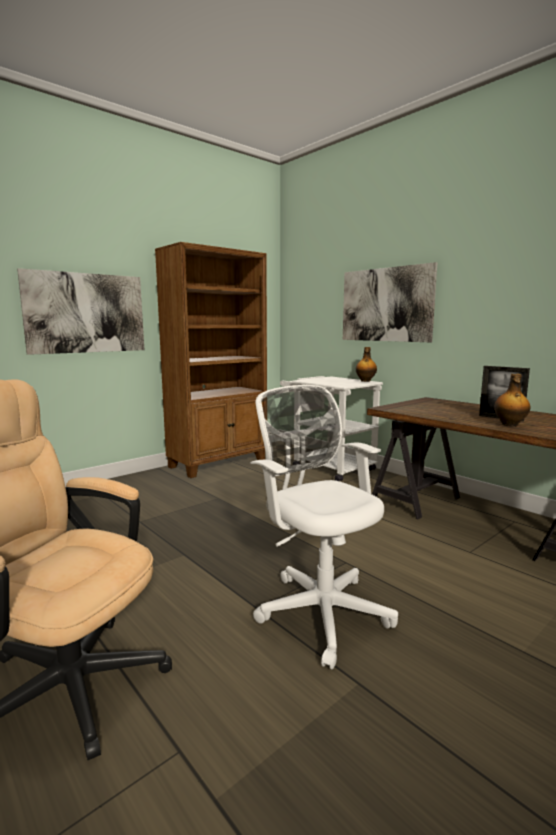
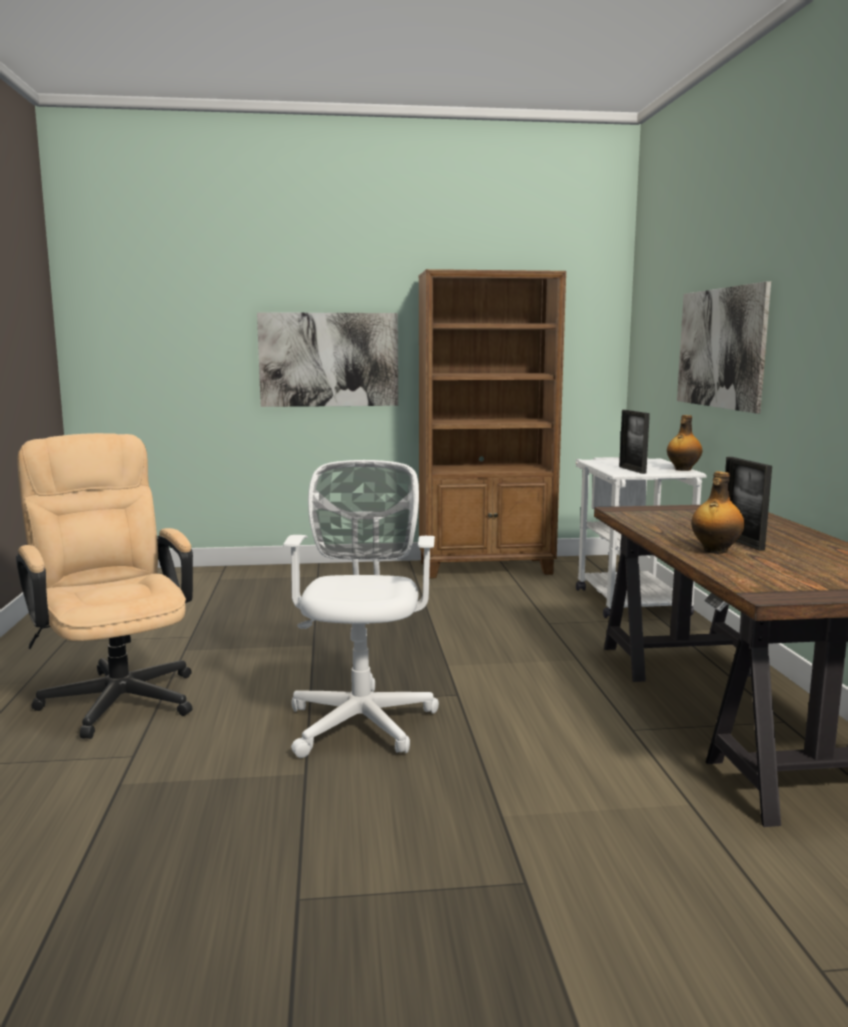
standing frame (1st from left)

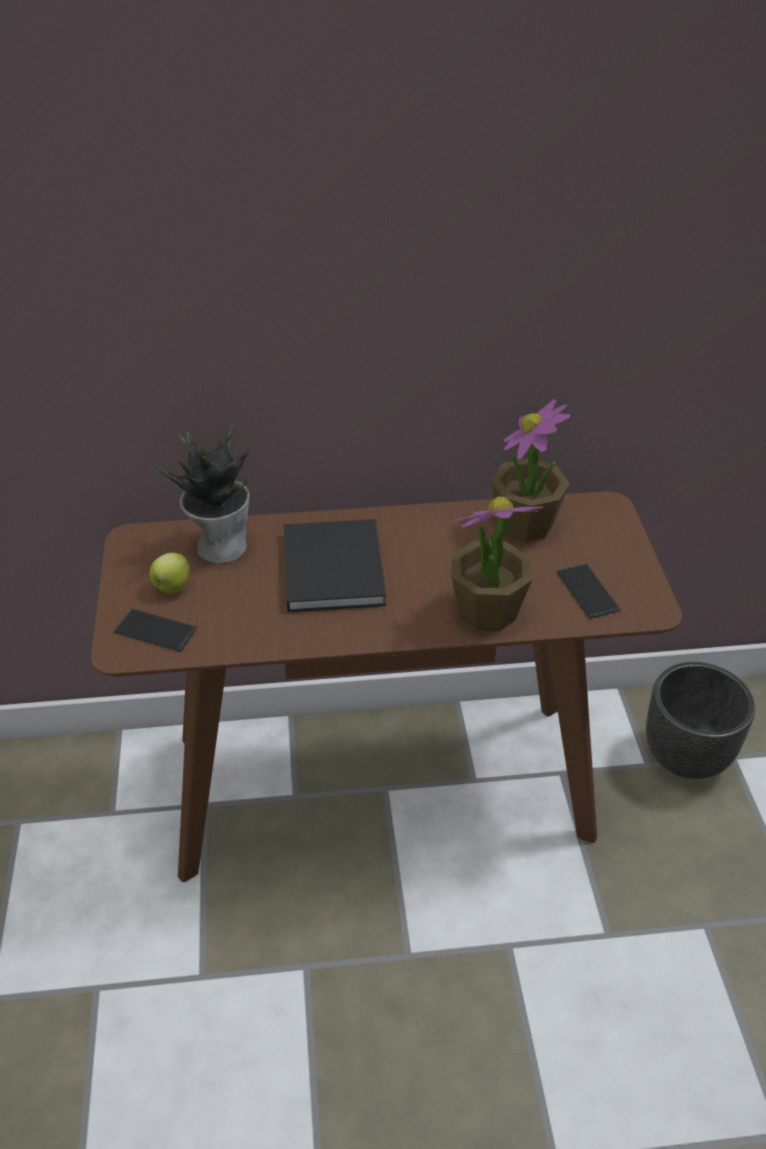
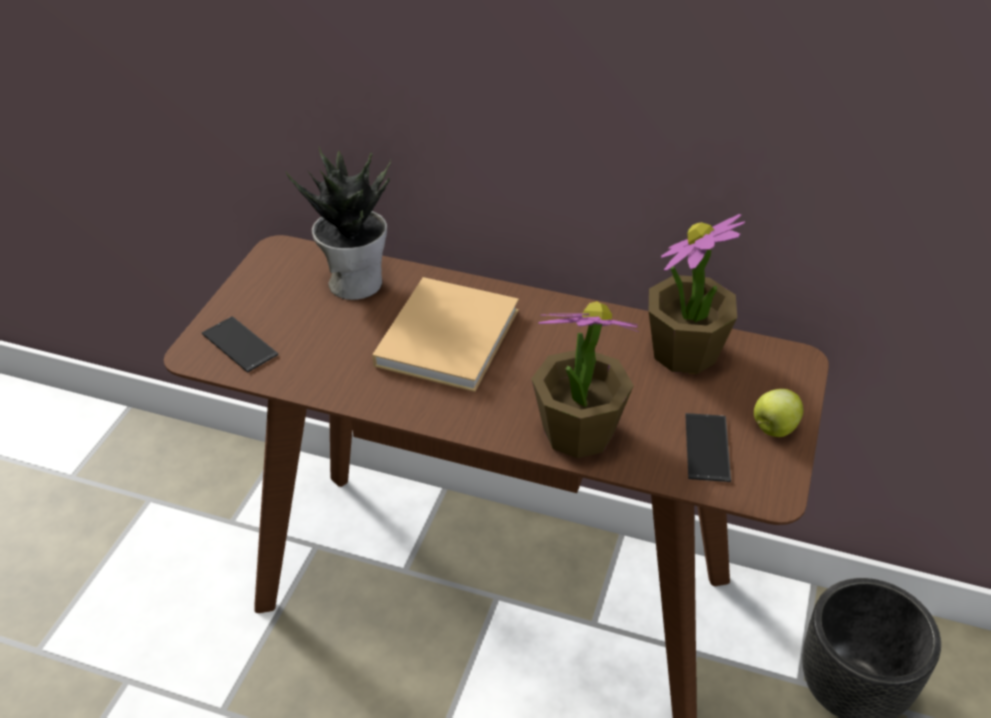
sand-coloured book
apple

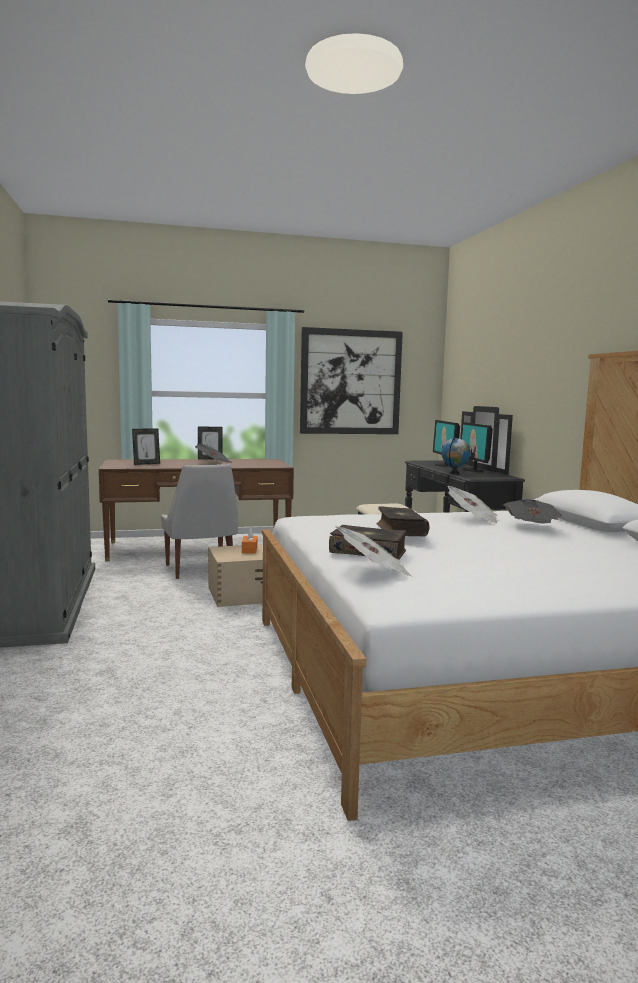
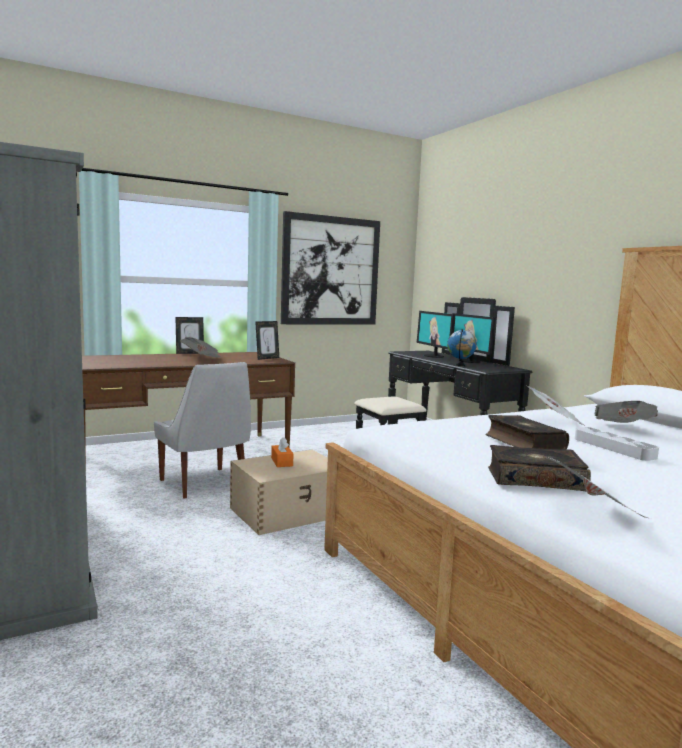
standing frame (2nd from left)
greyish tray

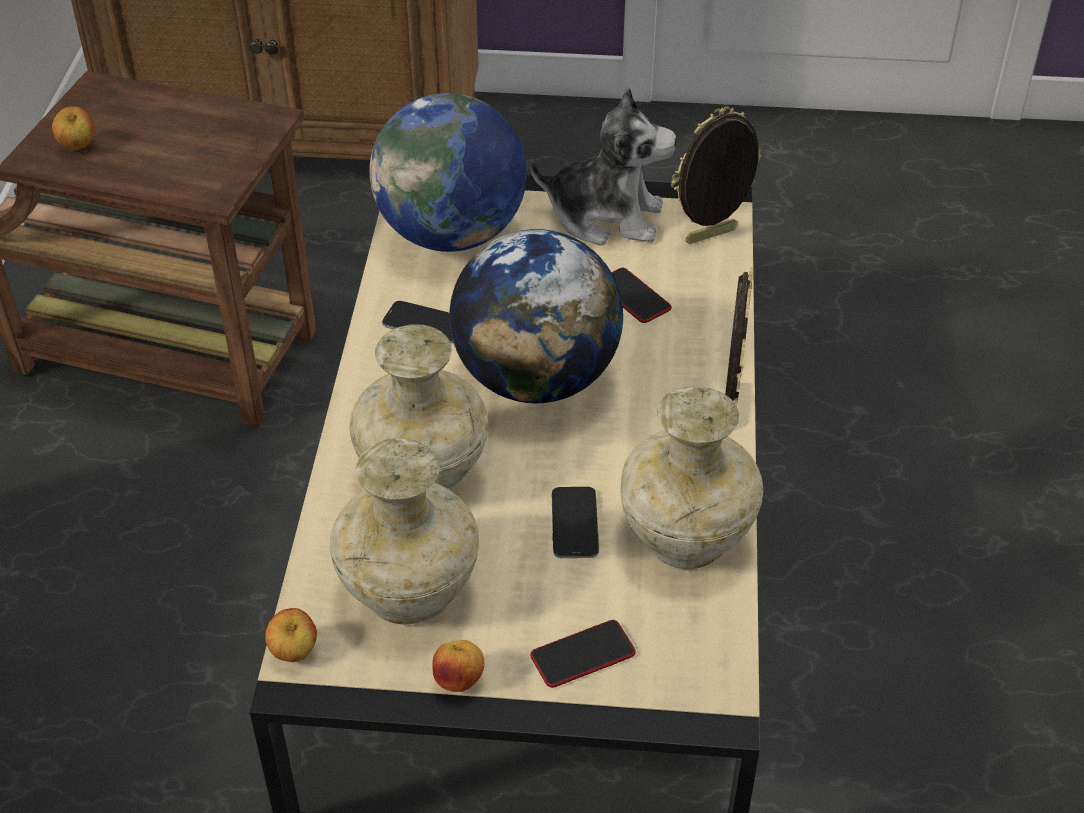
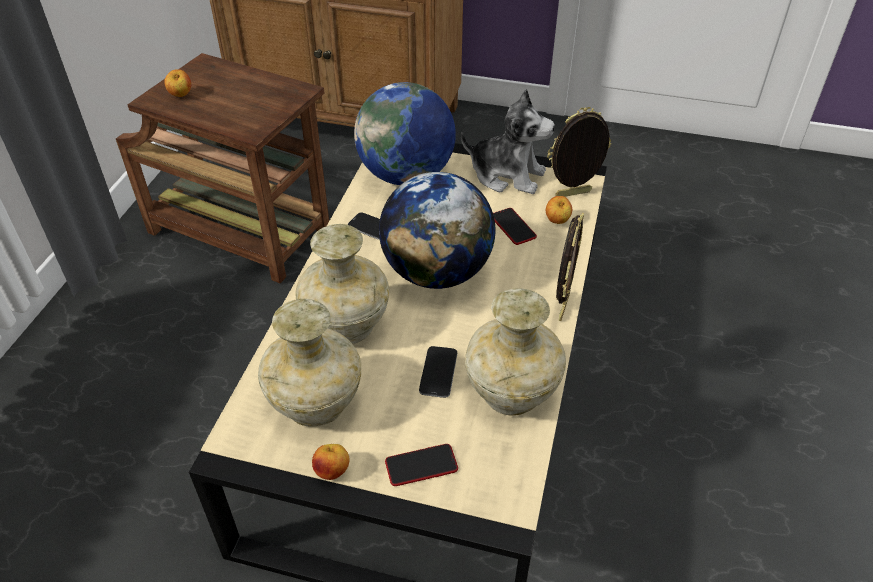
apple (3rd from left)

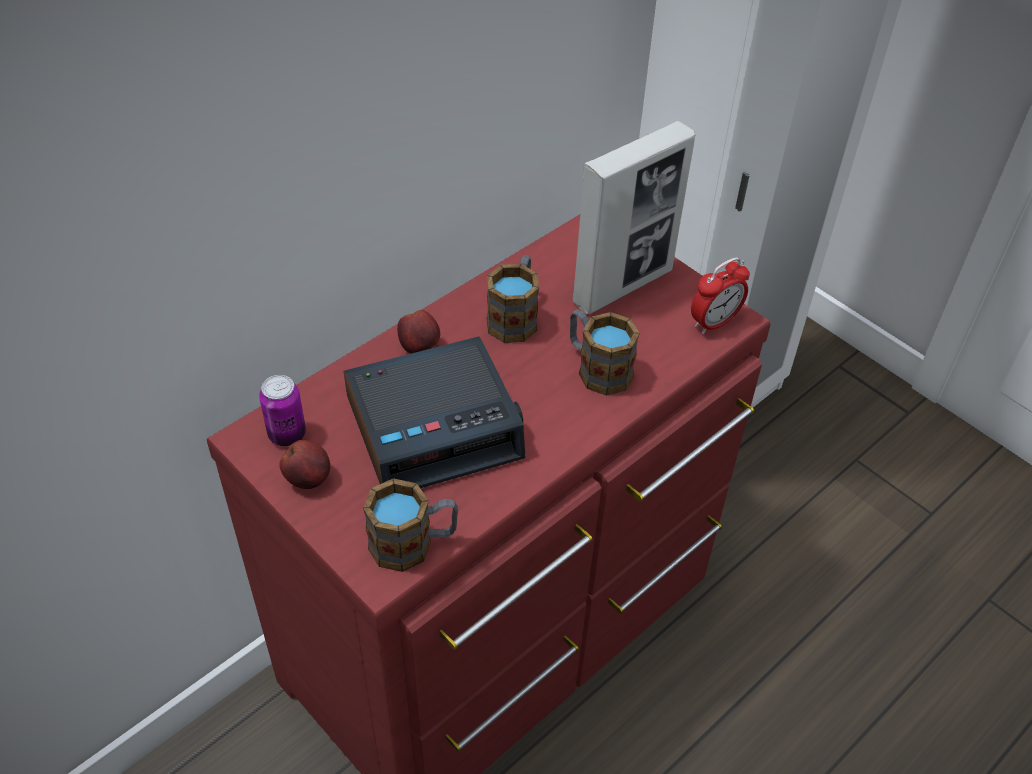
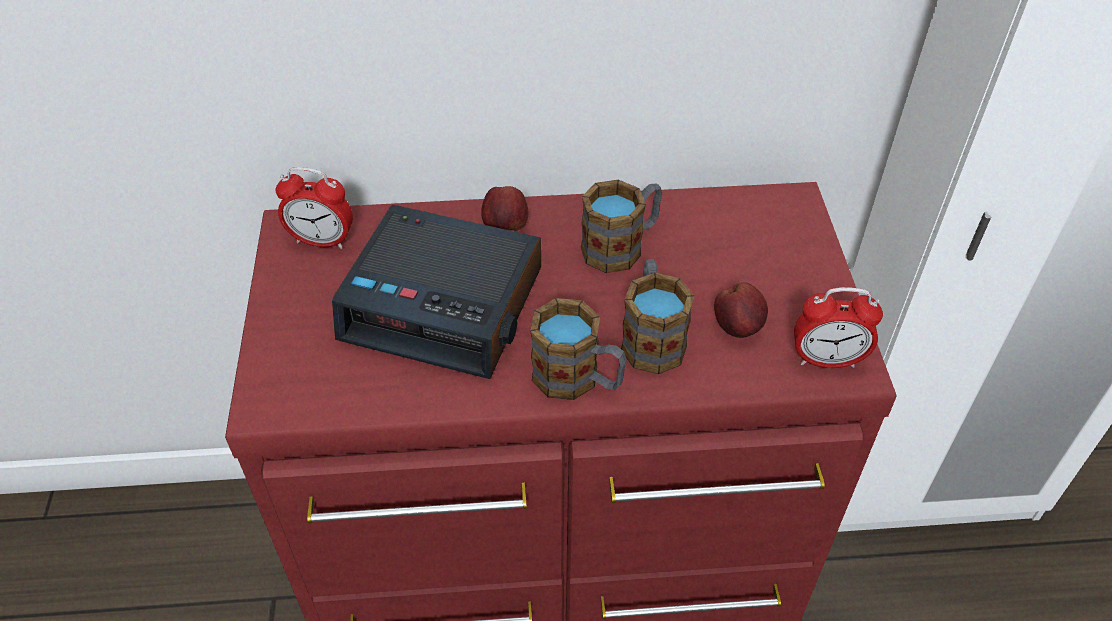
table clock (1st from left)
mug (1st from left)
apple (2nd from left)
standing frame

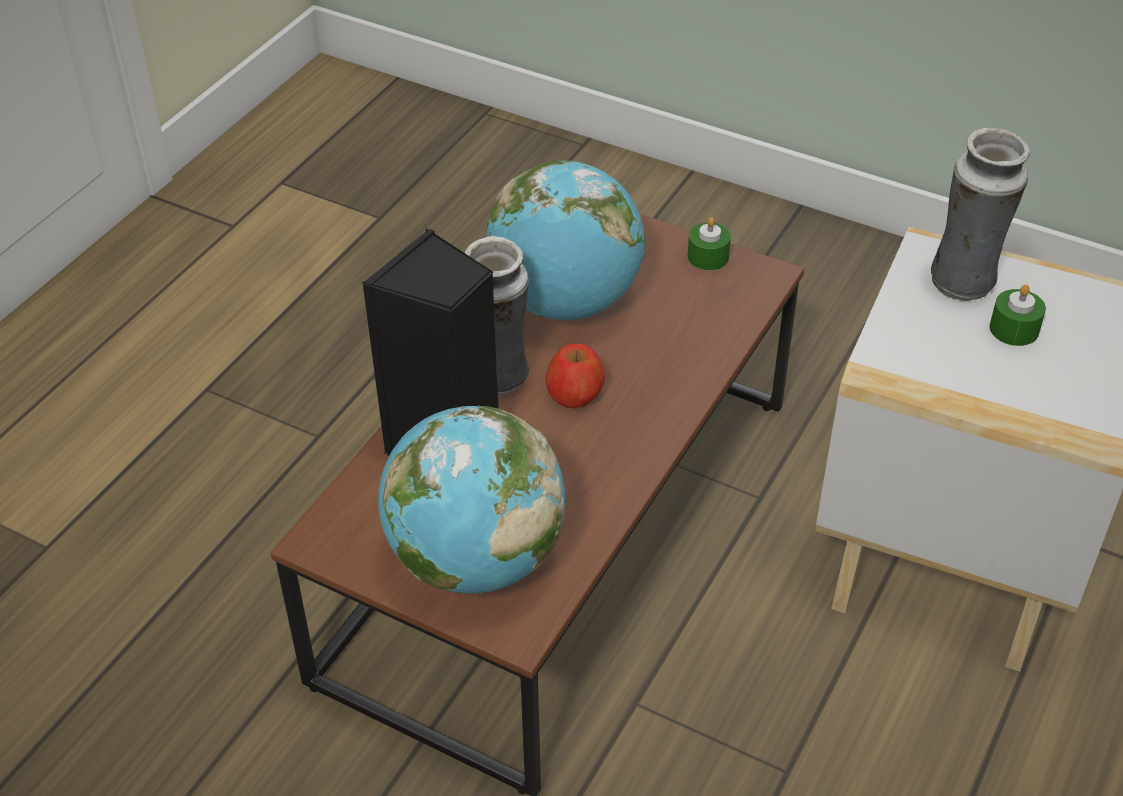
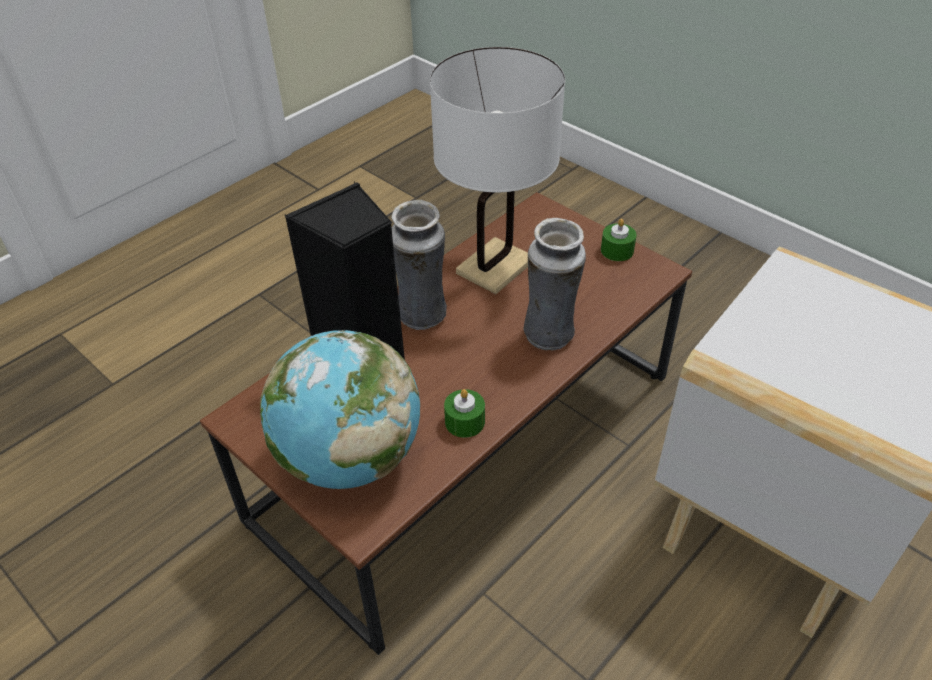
whitish table lamp
green wax candle (1st from left)
vase (2nd from left)
apple

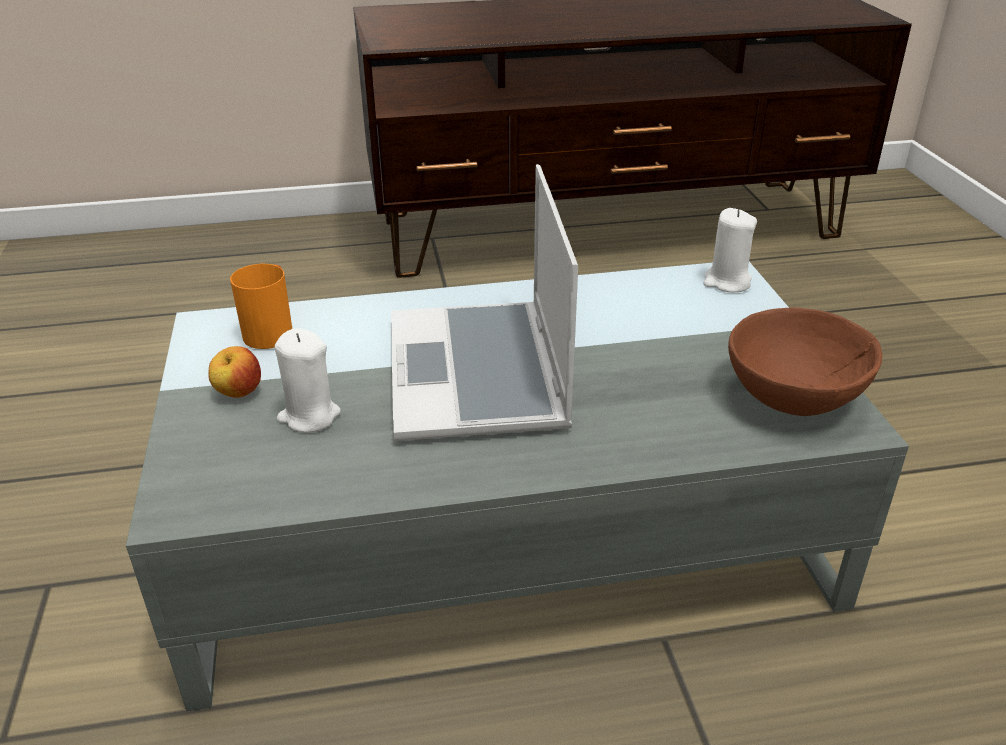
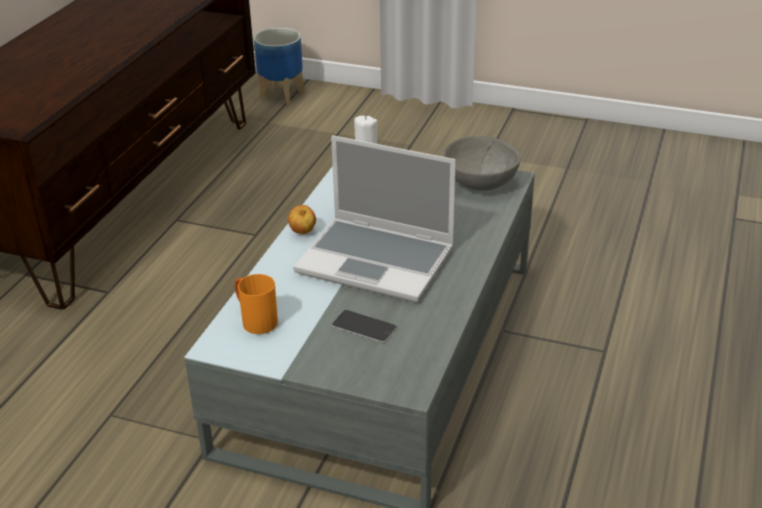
planter
apple
telephone
greyish deep dish

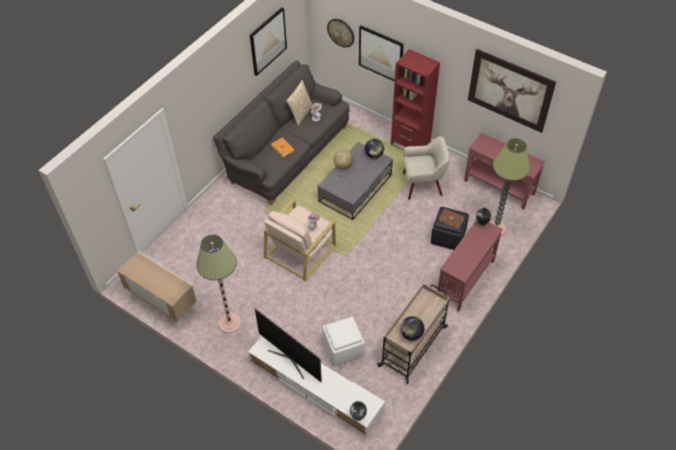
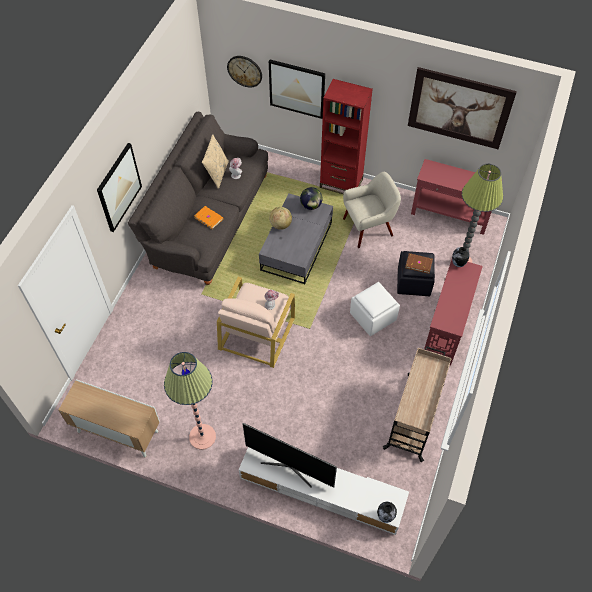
wall art (1st from left)
whitish footrest
globe (3rd from left in the first image)

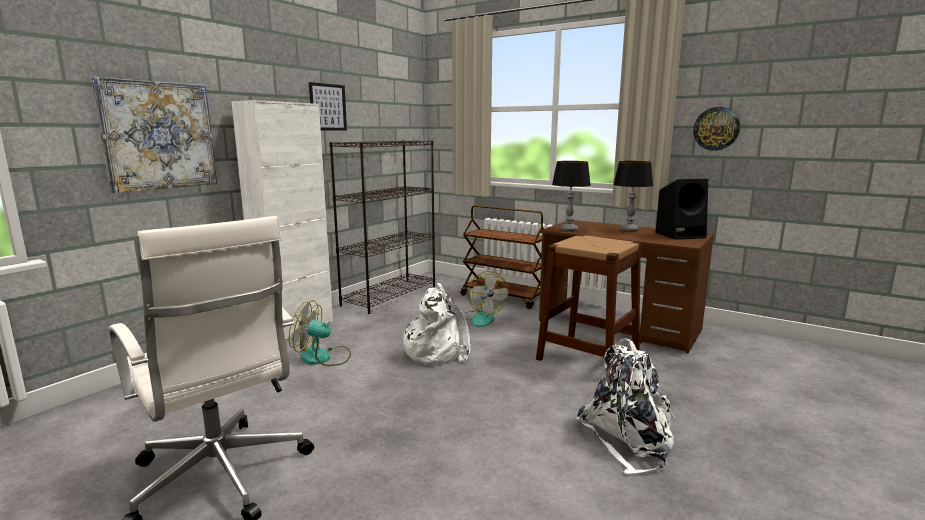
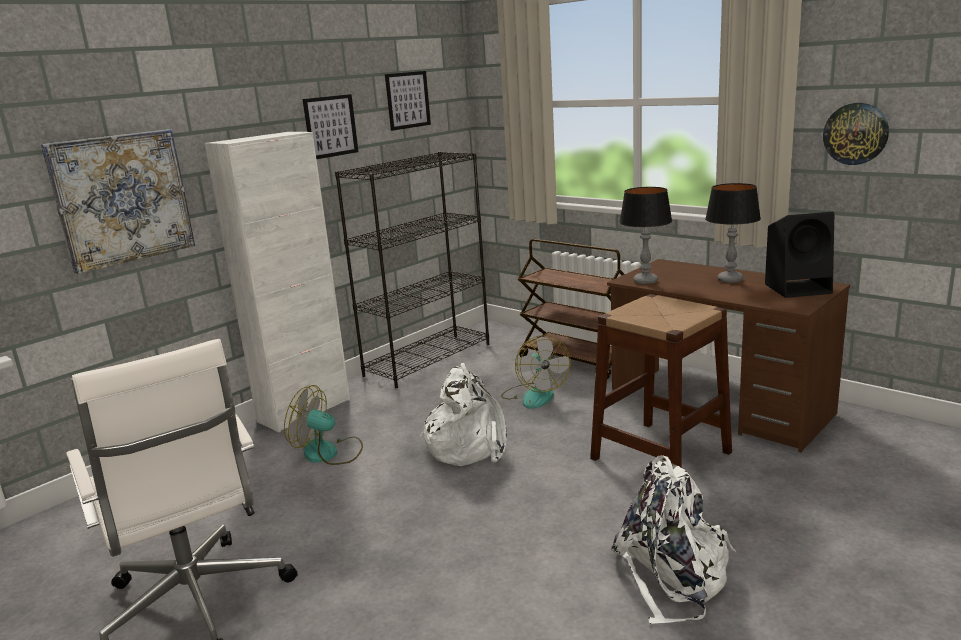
wall art (3rd from left)

